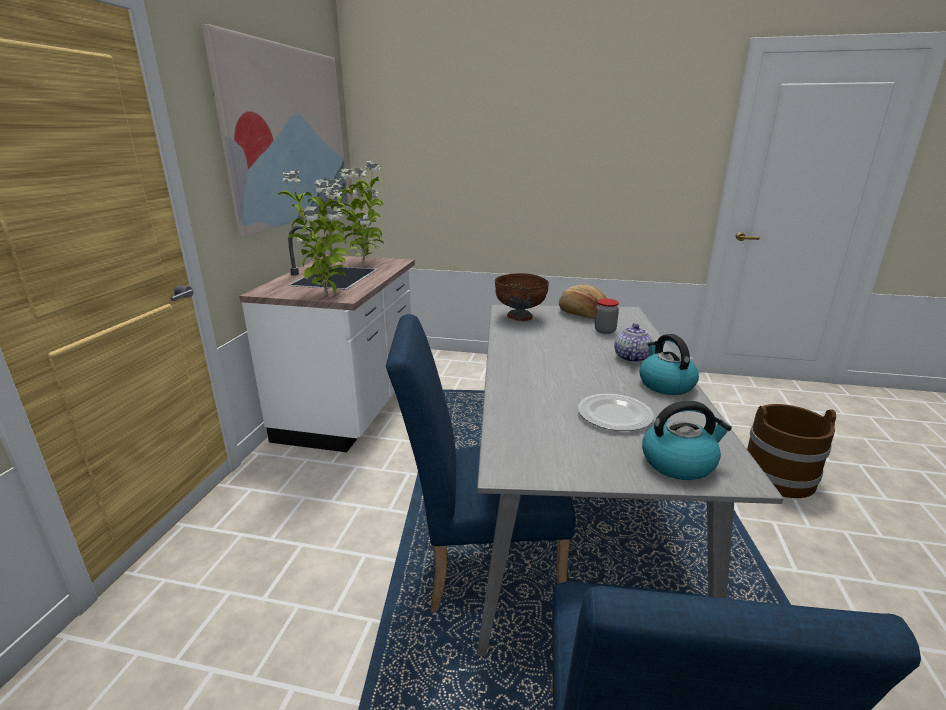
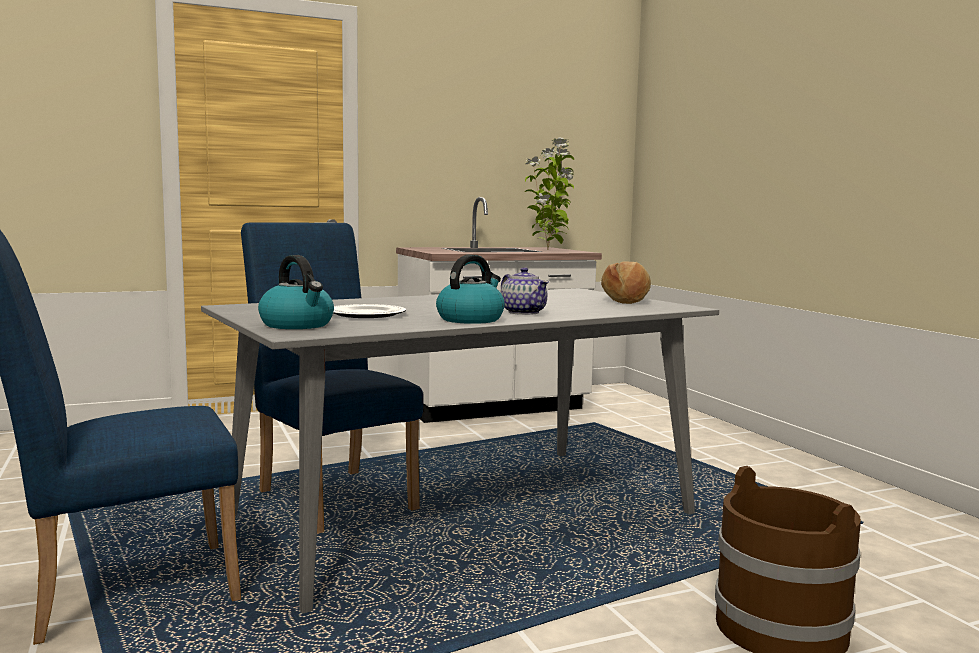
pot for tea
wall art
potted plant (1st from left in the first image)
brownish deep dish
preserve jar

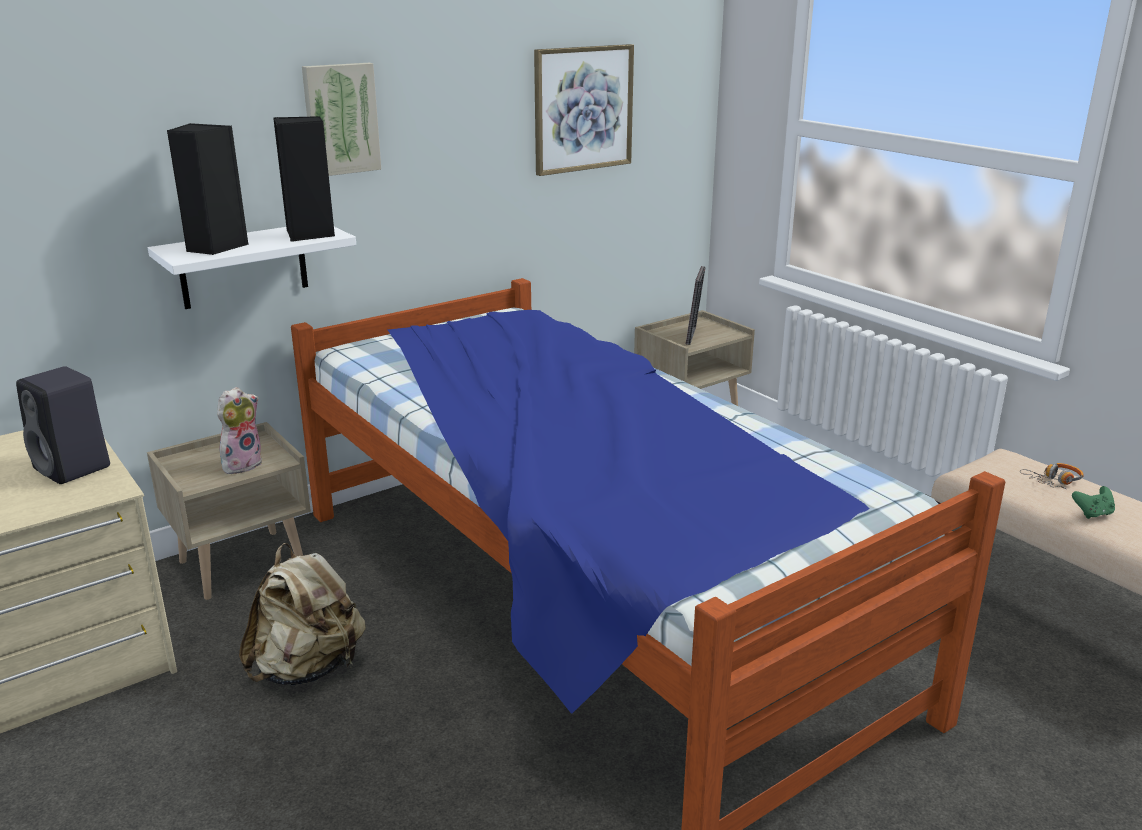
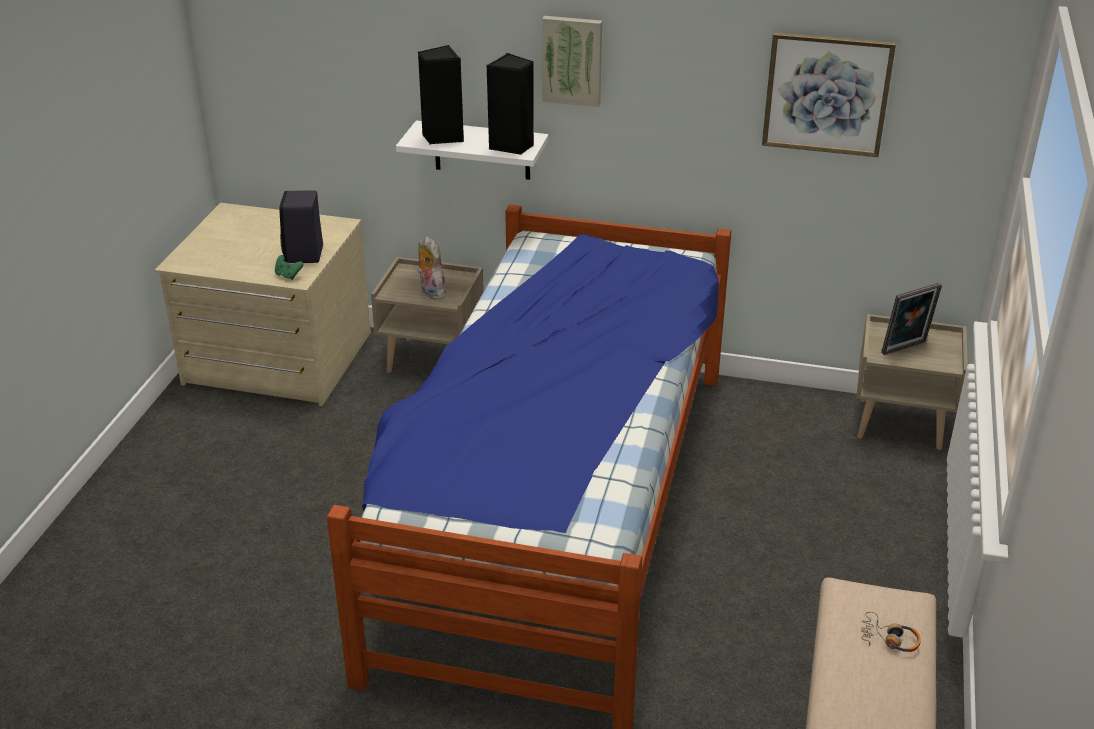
green game controller
cuddly toy
sand-coloured knapsack

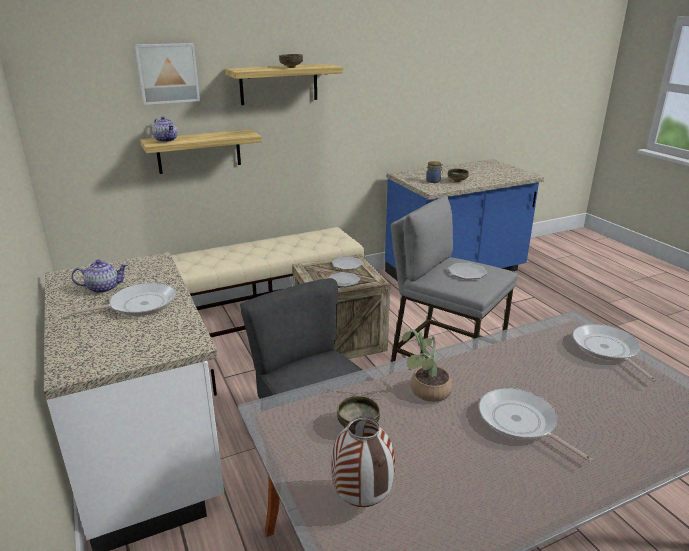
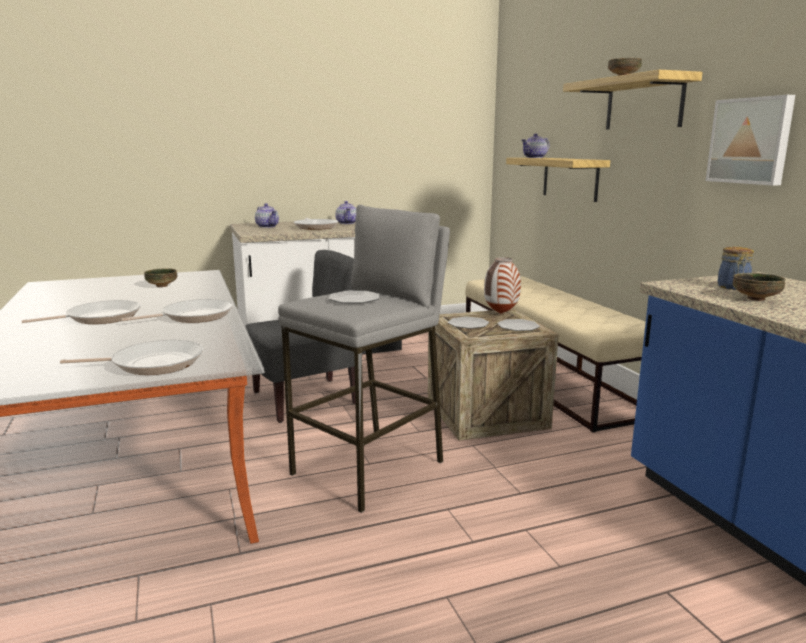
frying pan (3rd from left)
pot for tea (1st from left)
vase
wall art
potted plant

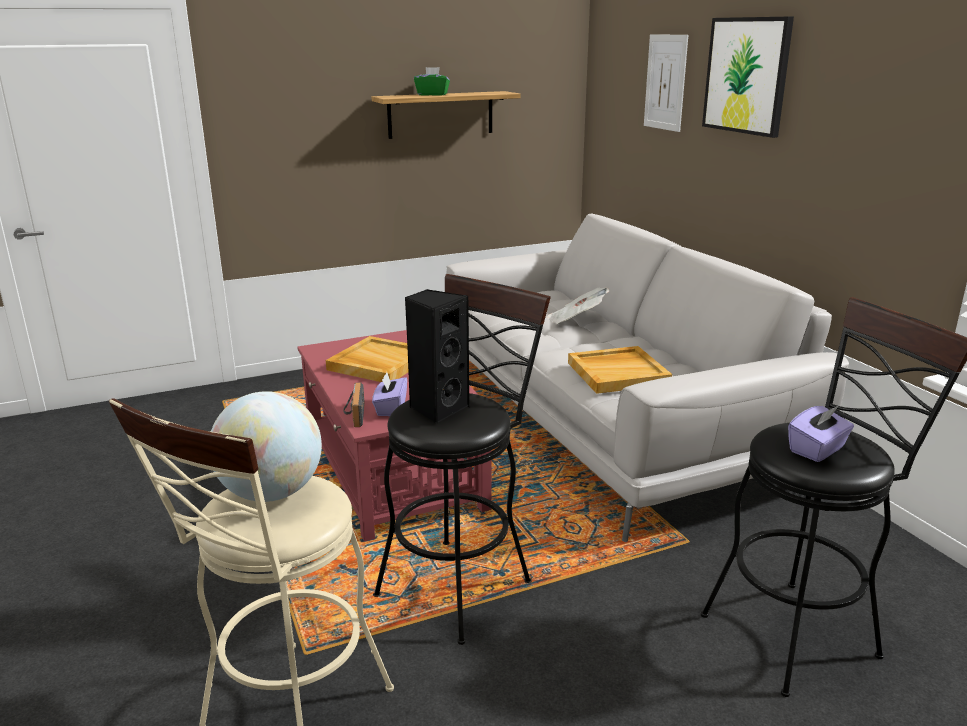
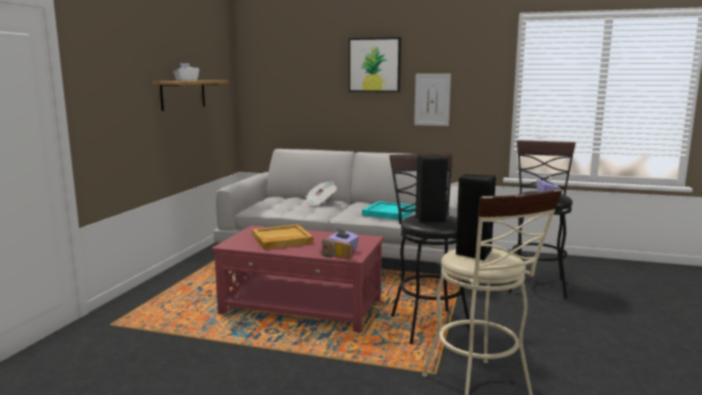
whitish tissue holder
turquoise-coloured tray
wall art (2nd from left)
black speaker (2nd from left)

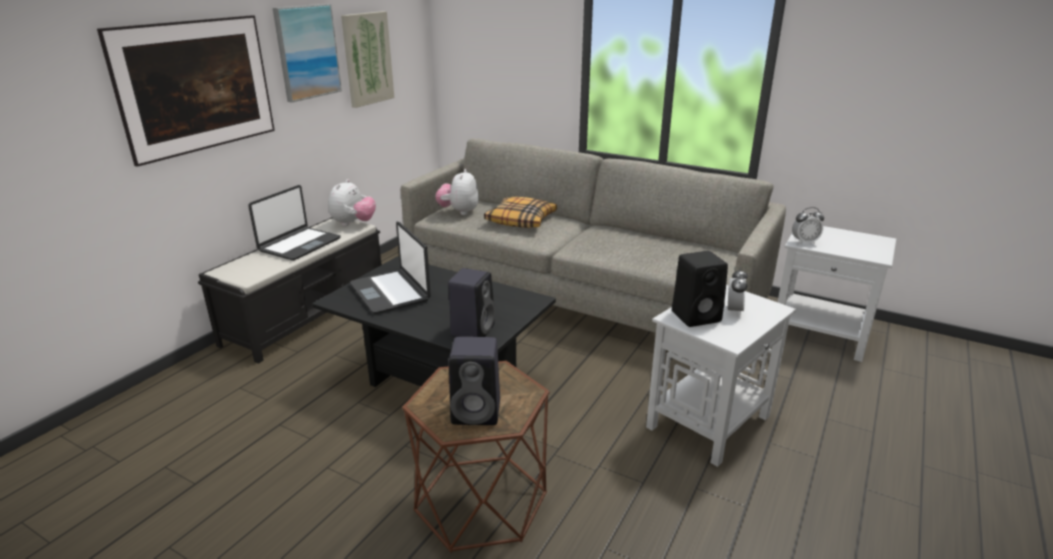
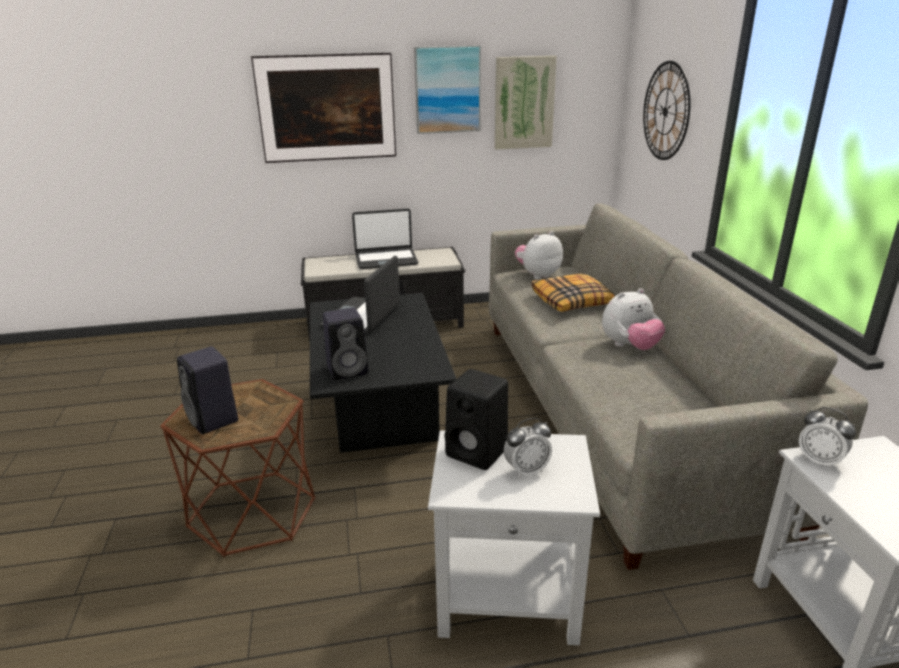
cuddly toy (2nd from left)
wall clock

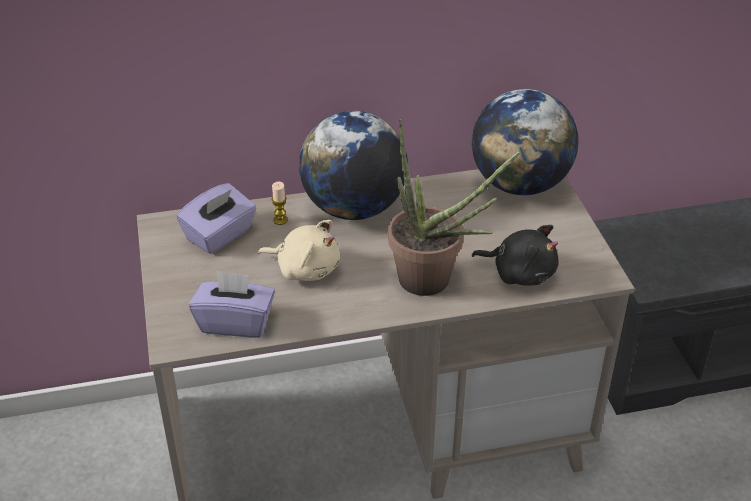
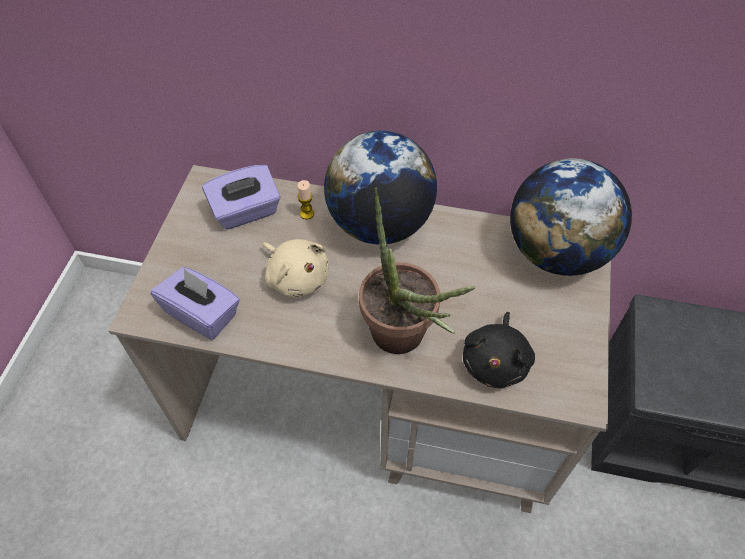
black cuddly toy

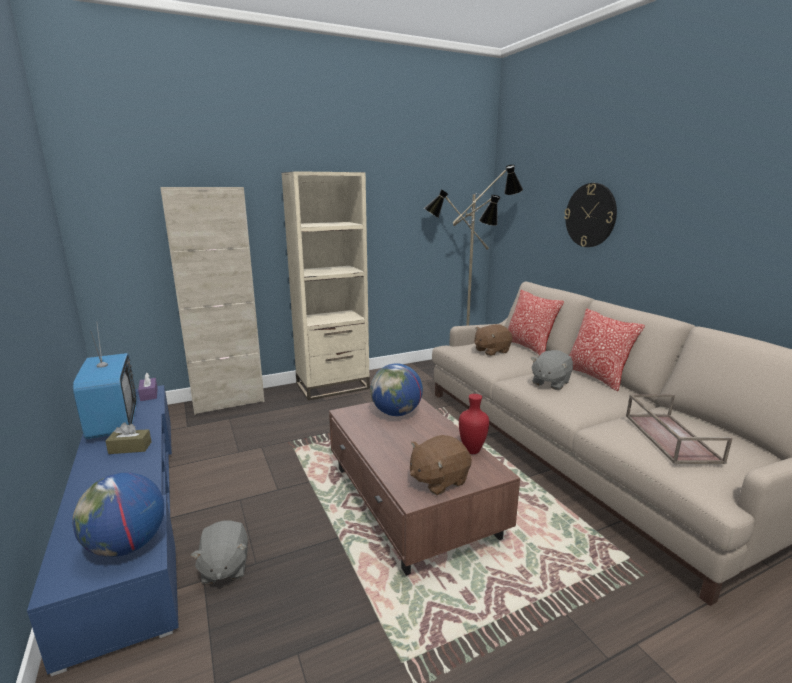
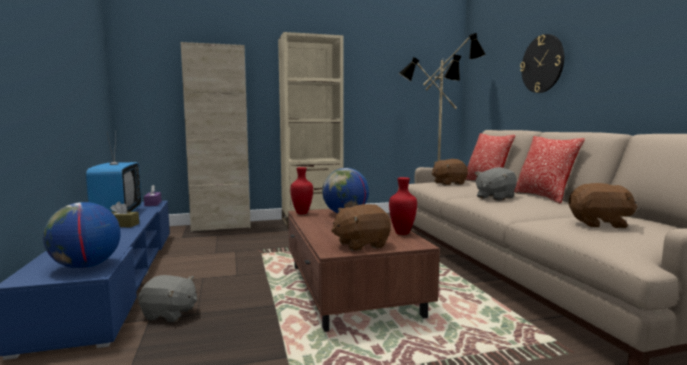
greyish cuddly toy (1st from left)
red vase (1st from left)
brownish cuddly toy (3rd from left)

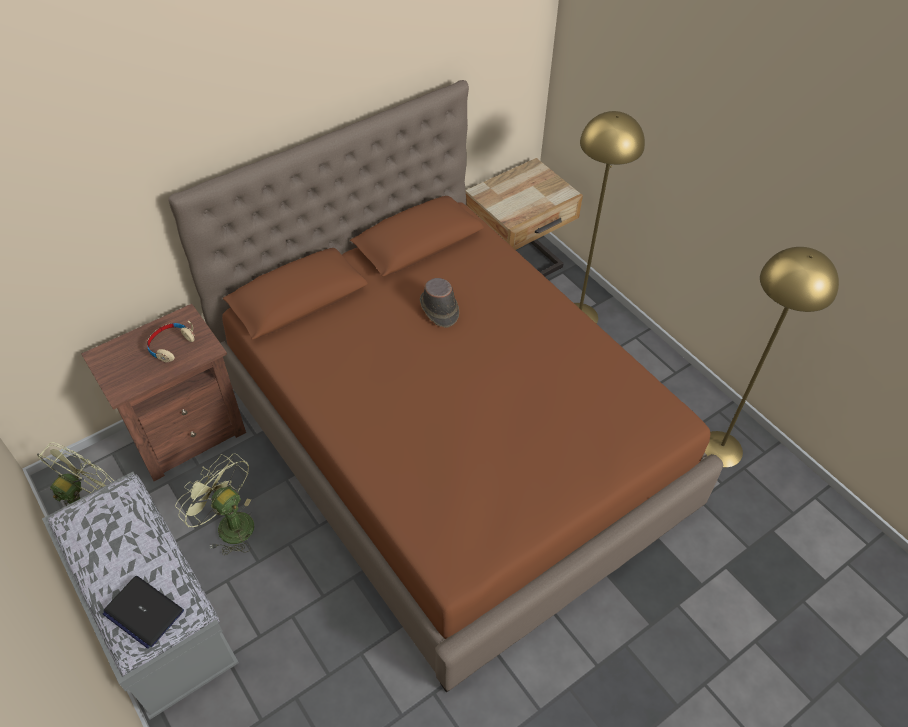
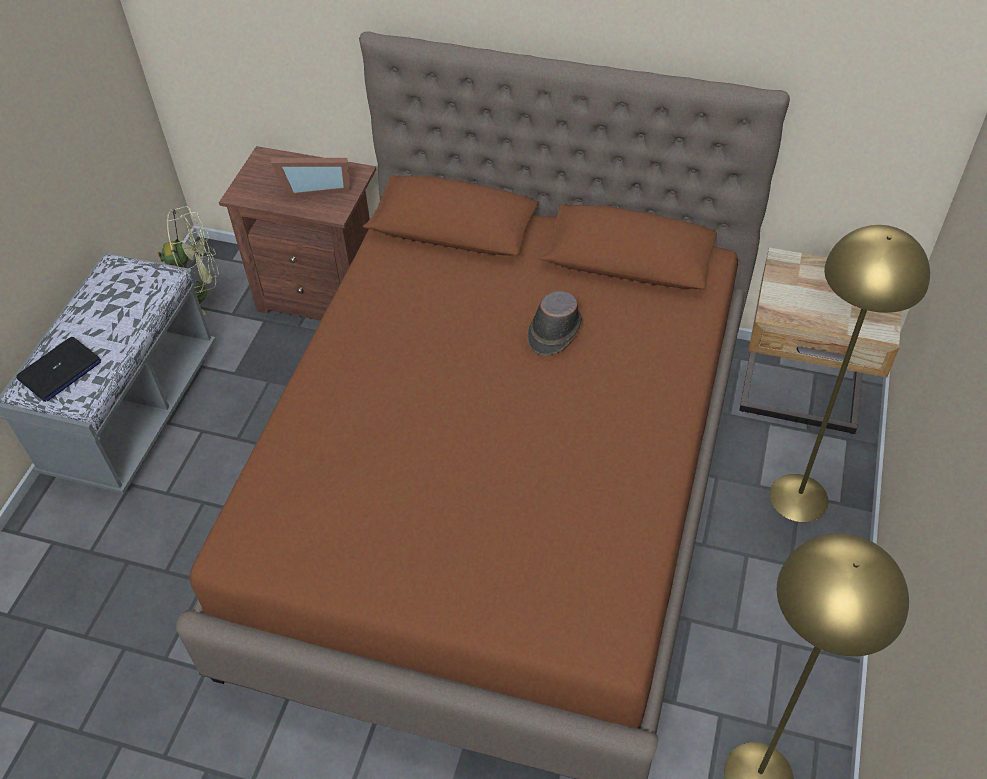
laptop
standing frame
green cooling fan (2nd from left in the first image)

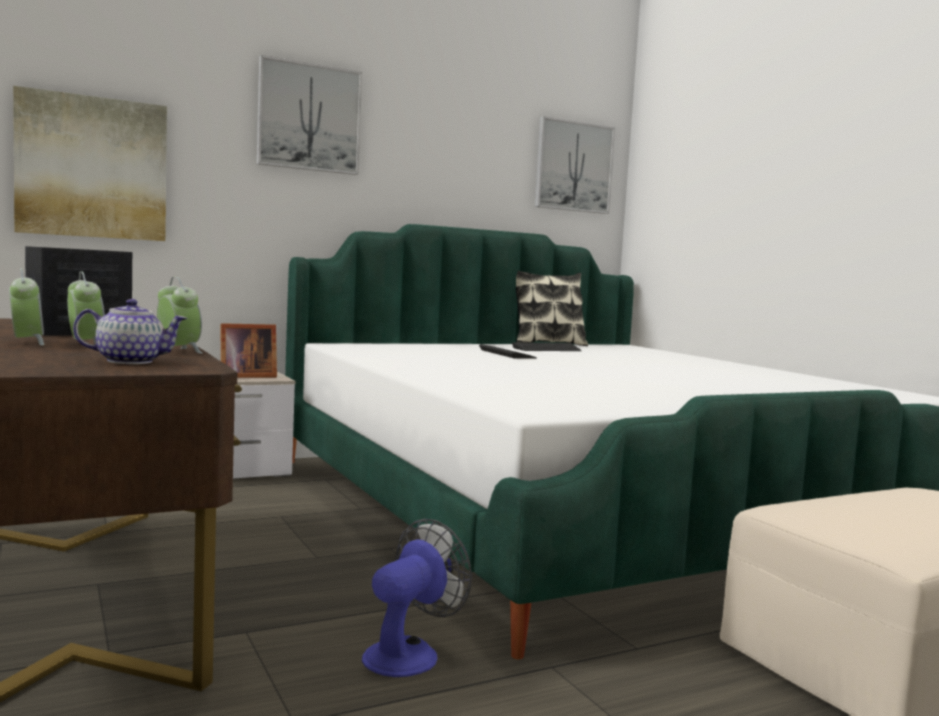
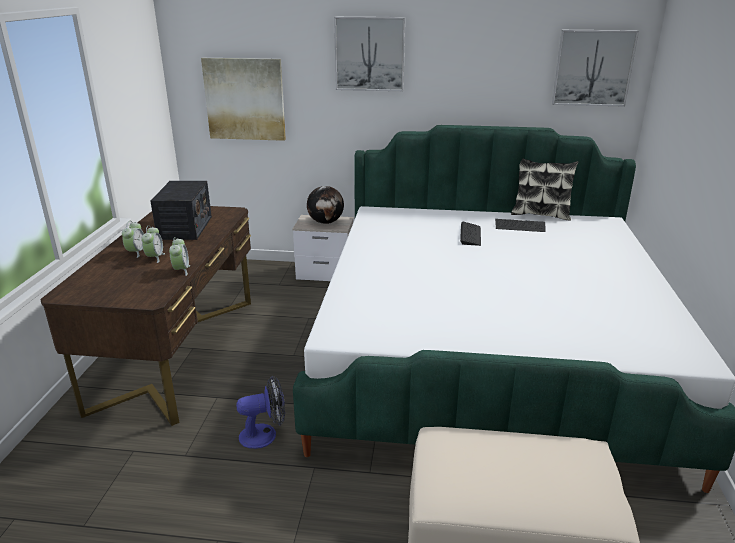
globe
pot for tea

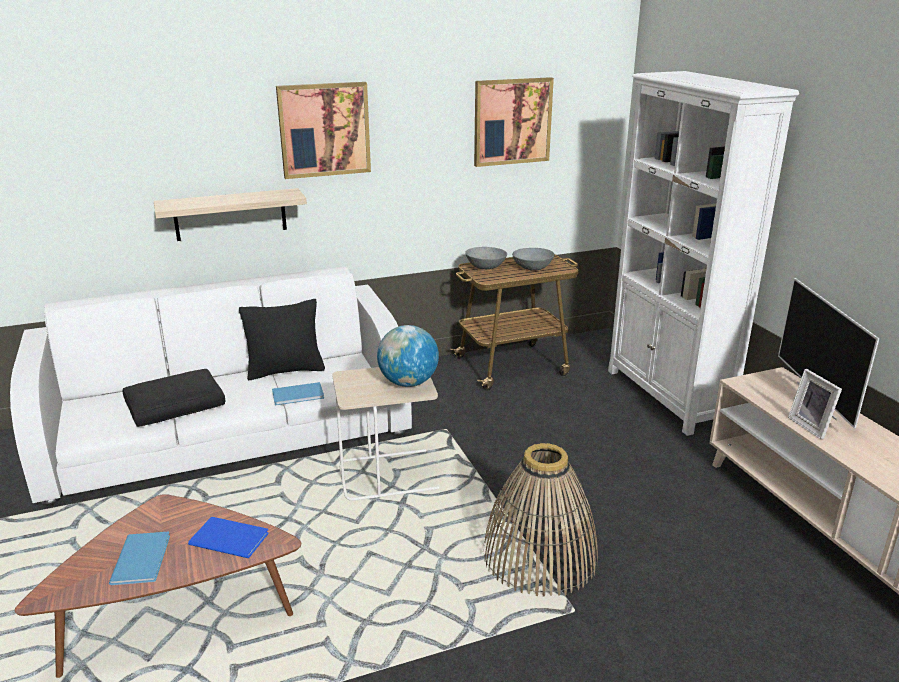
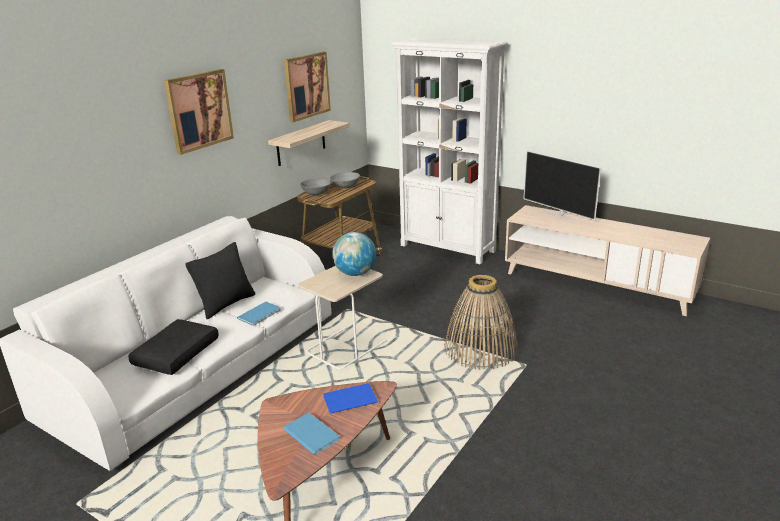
shelf
standing frame

